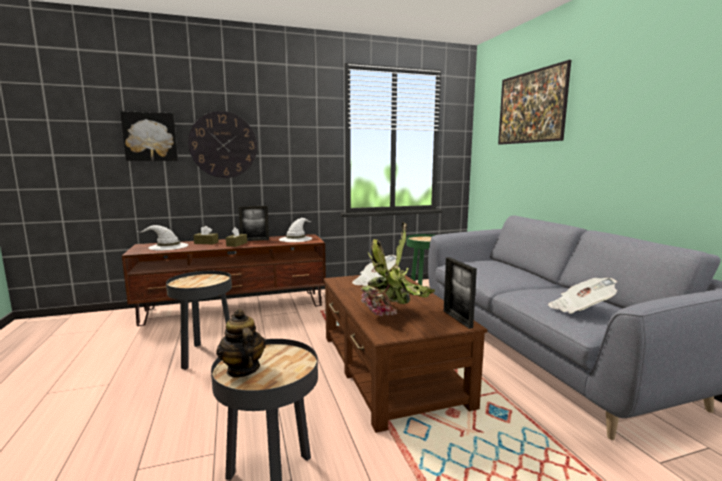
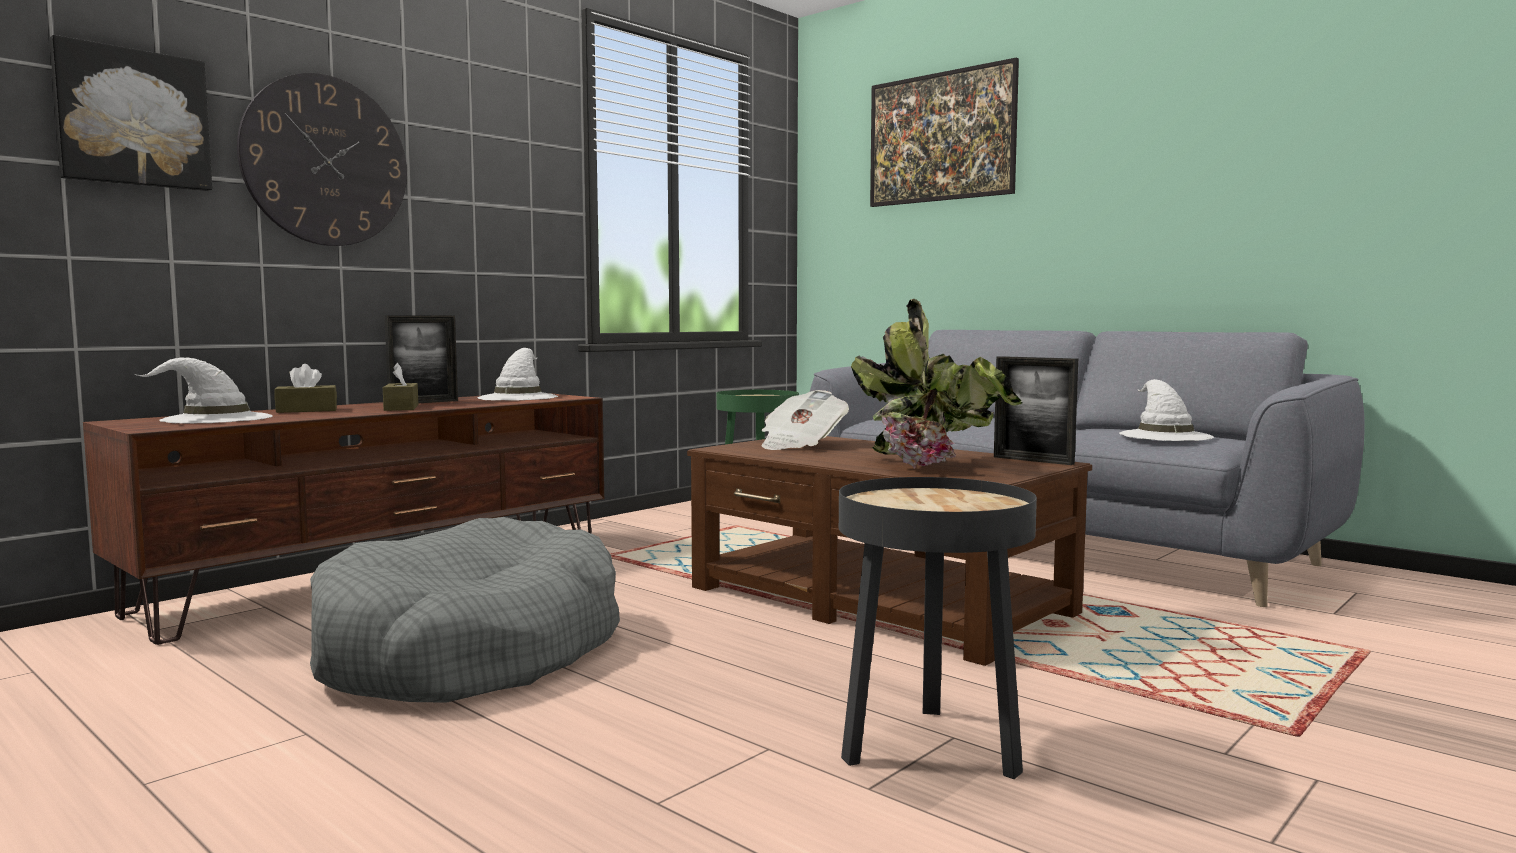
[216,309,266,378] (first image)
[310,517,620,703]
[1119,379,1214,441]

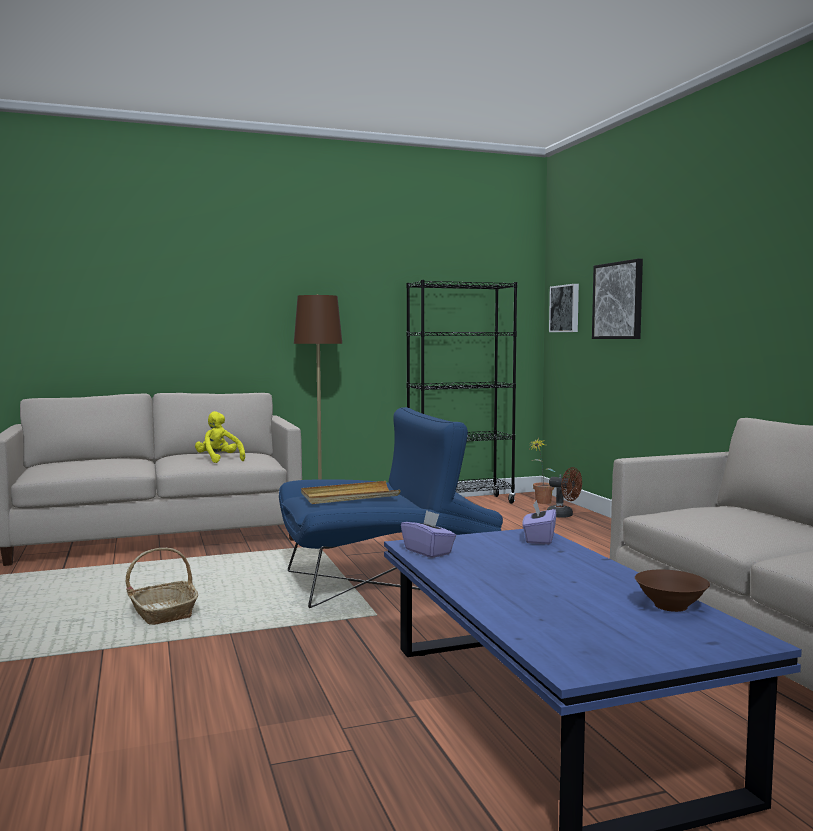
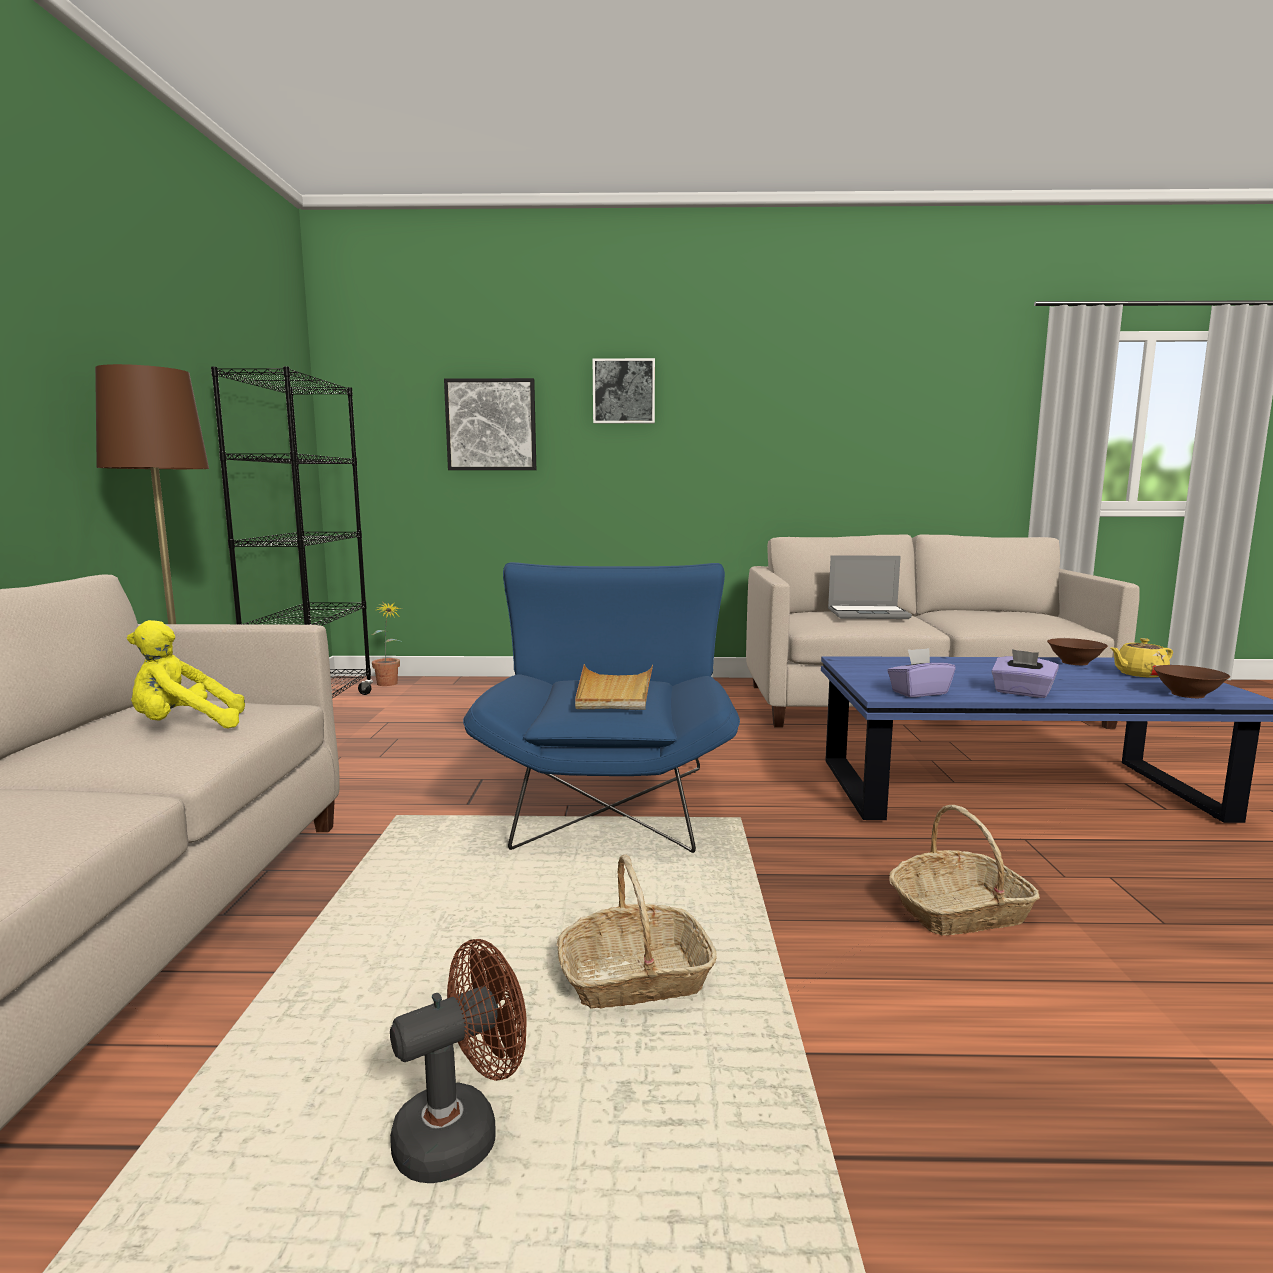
[828,555,912,619]
[889,805,1040,936]
[1111,638,1173,677]
[1154,665,1230,698]
[991,649,1059,698]
[390,939,527,1183]
[593,358,655,424]

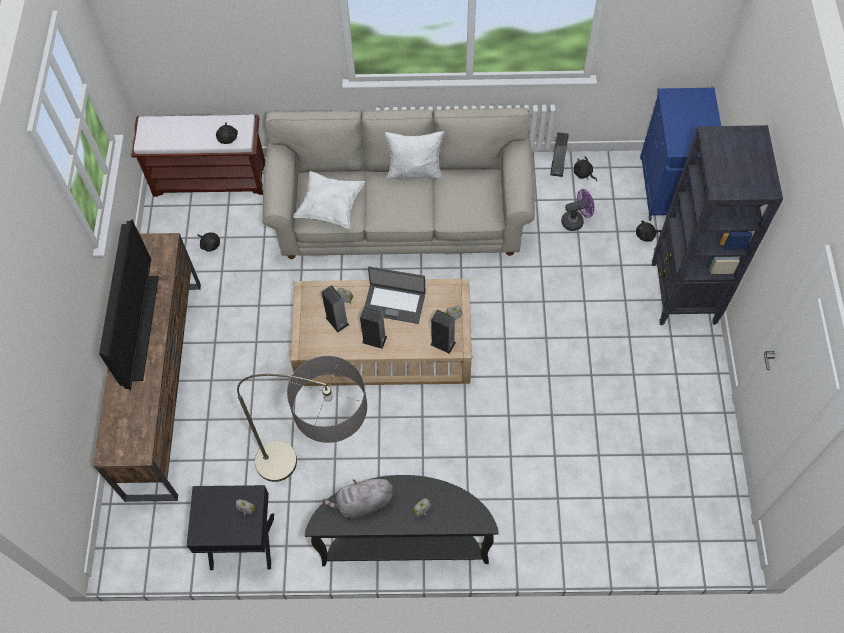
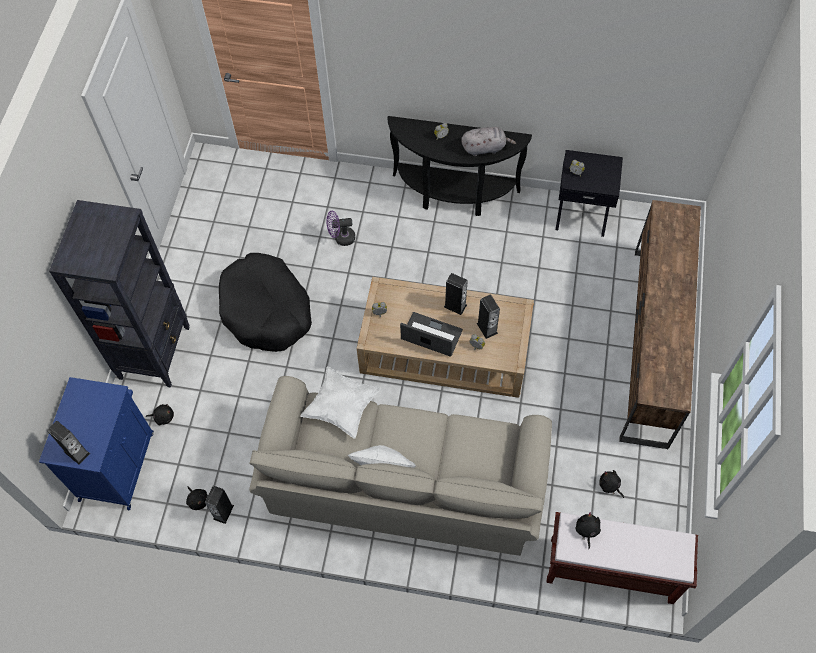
[99,219,159,391] (first image)
[237,356,367,482] (first image)
[219,253,312,352]
[300,366,381,439]
[47,421,90,465]
[326,211,355,246]

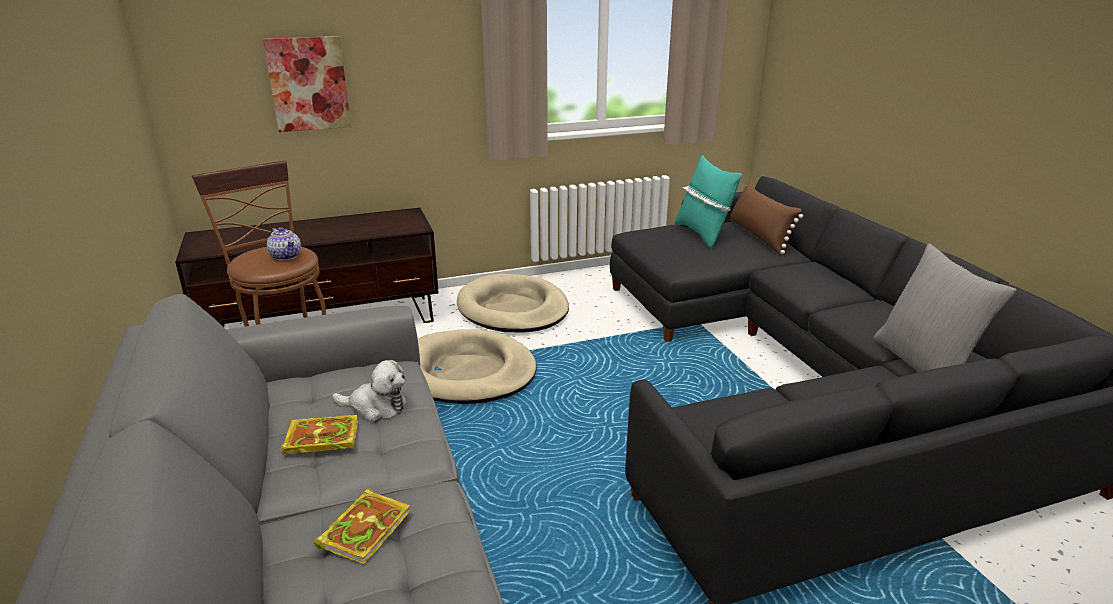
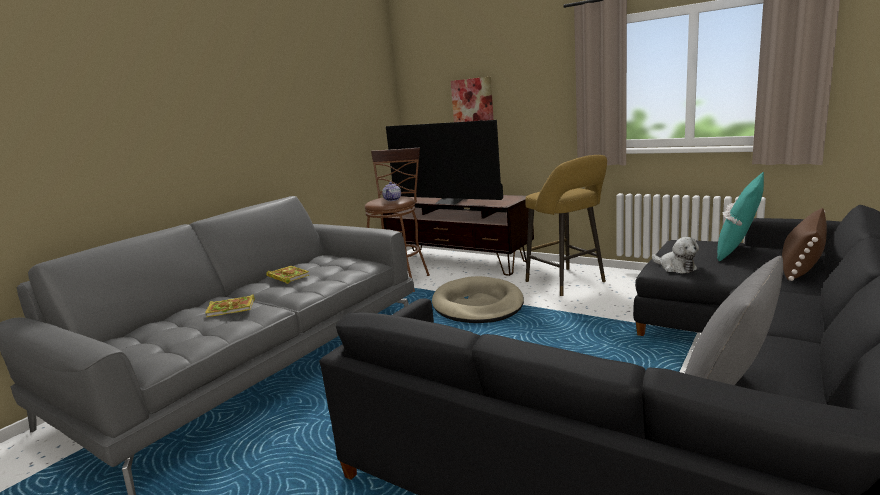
[386,120,503,205]
[652,237,699,273]
[525,155,607,296]

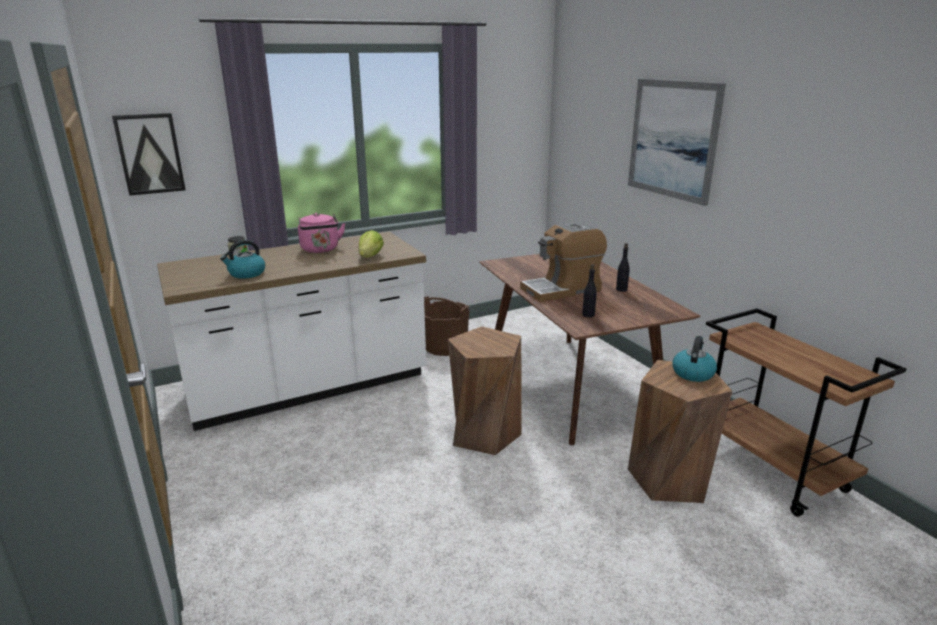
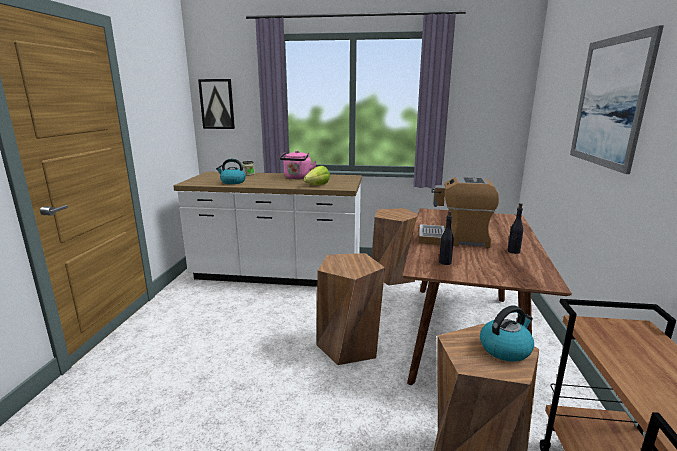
[372,208,418,285]

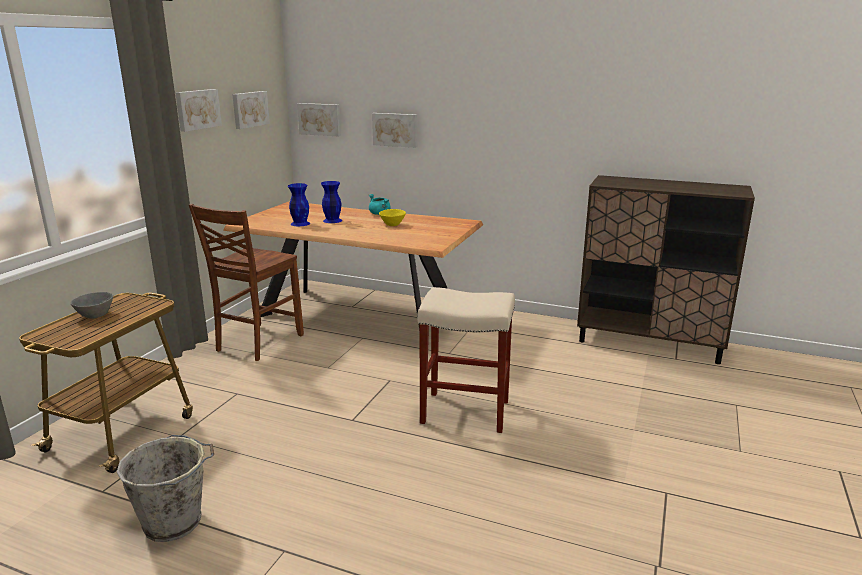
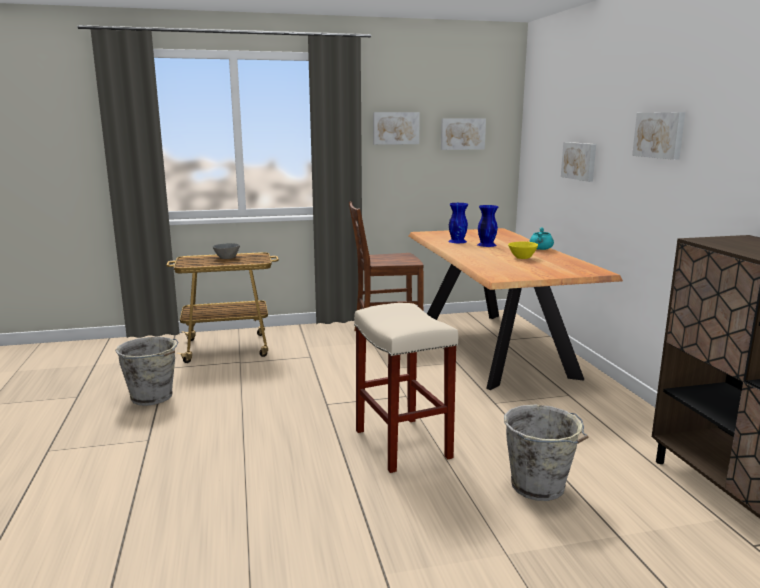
[504,405,589,501]
[632,112,685,160]

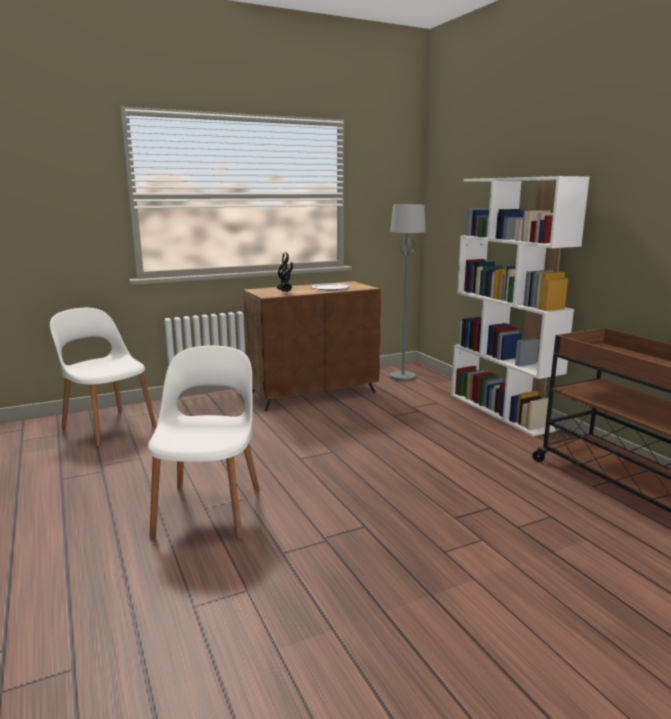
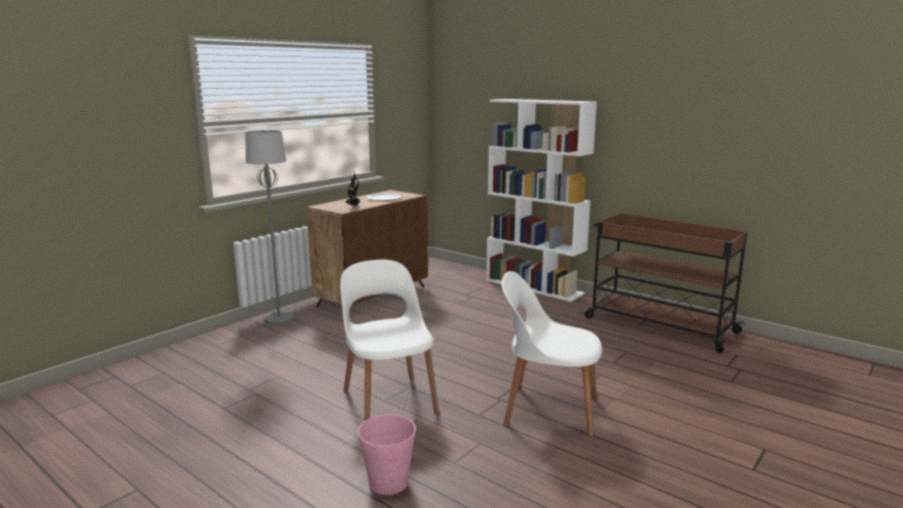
[358,415,416,495]
[501,271,602,437]
[246,130,294,325]

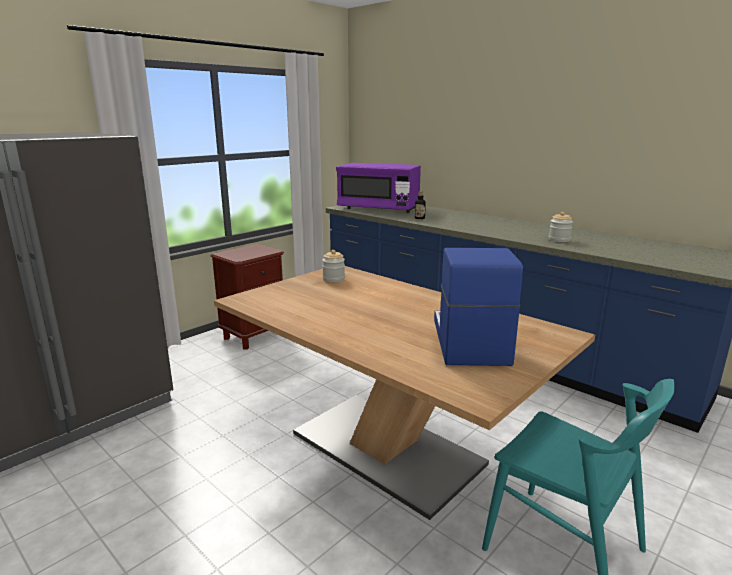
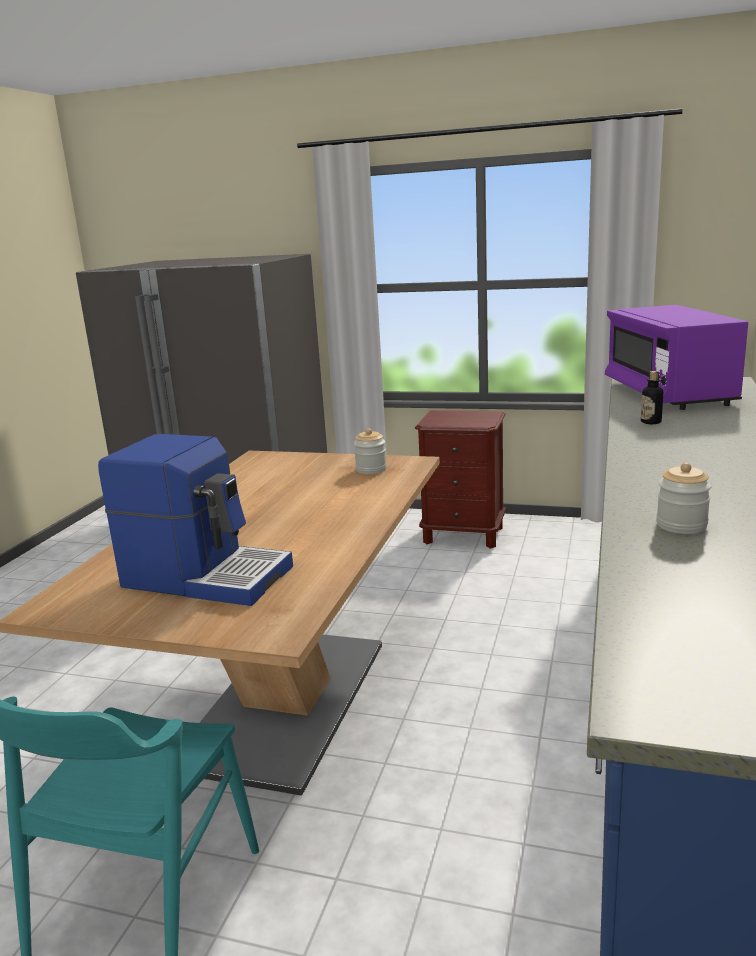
[98,434,293,606]

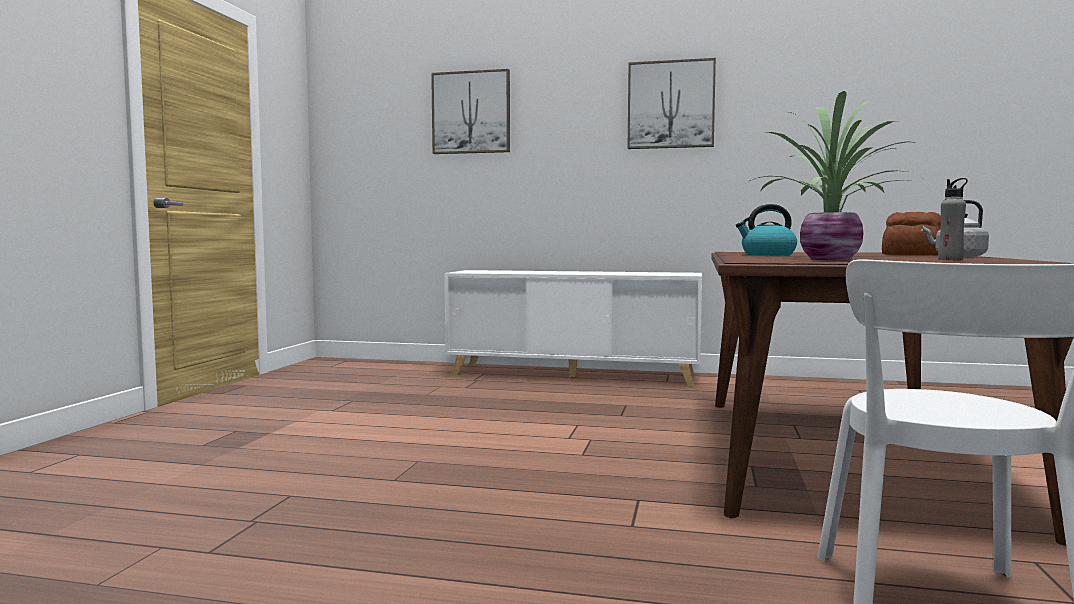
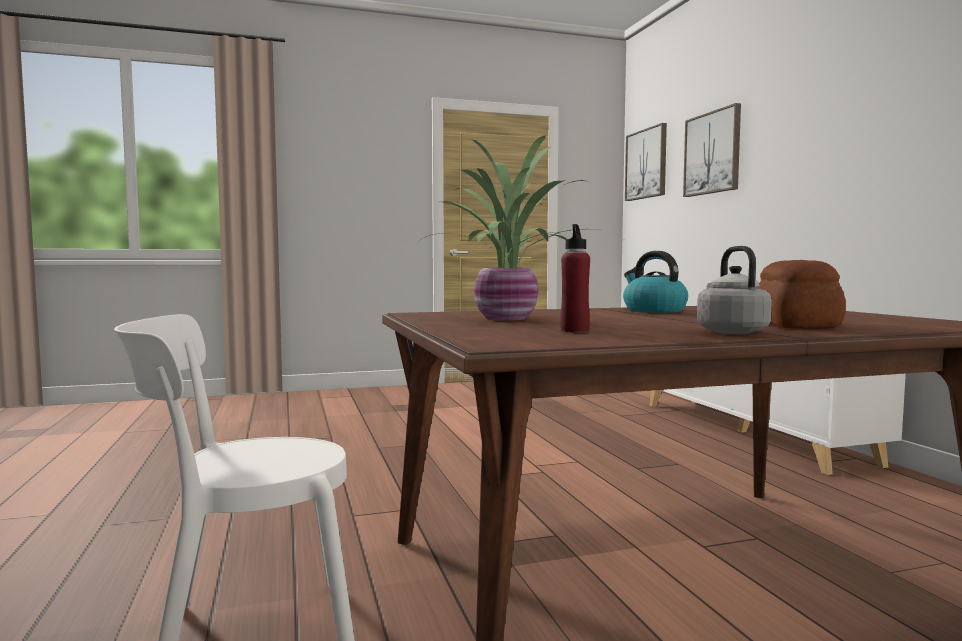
[625,123,667,201]
[560,224,590,332]

